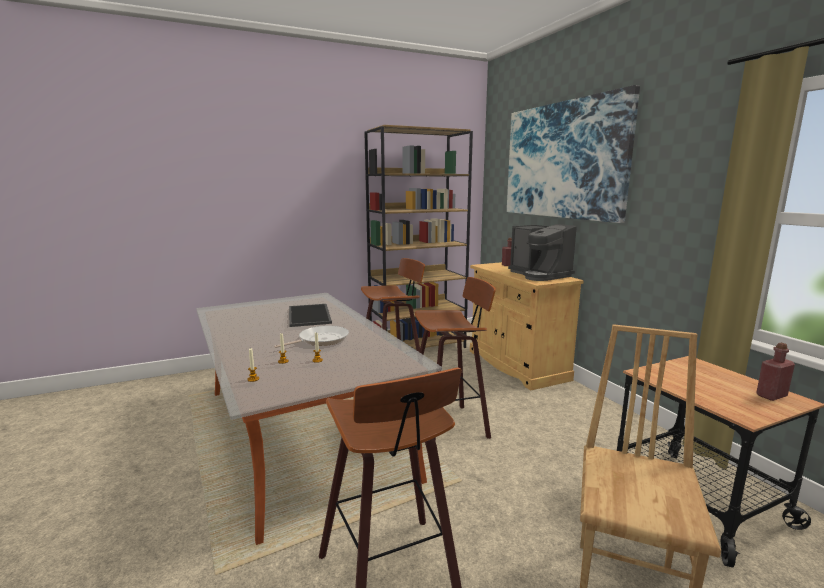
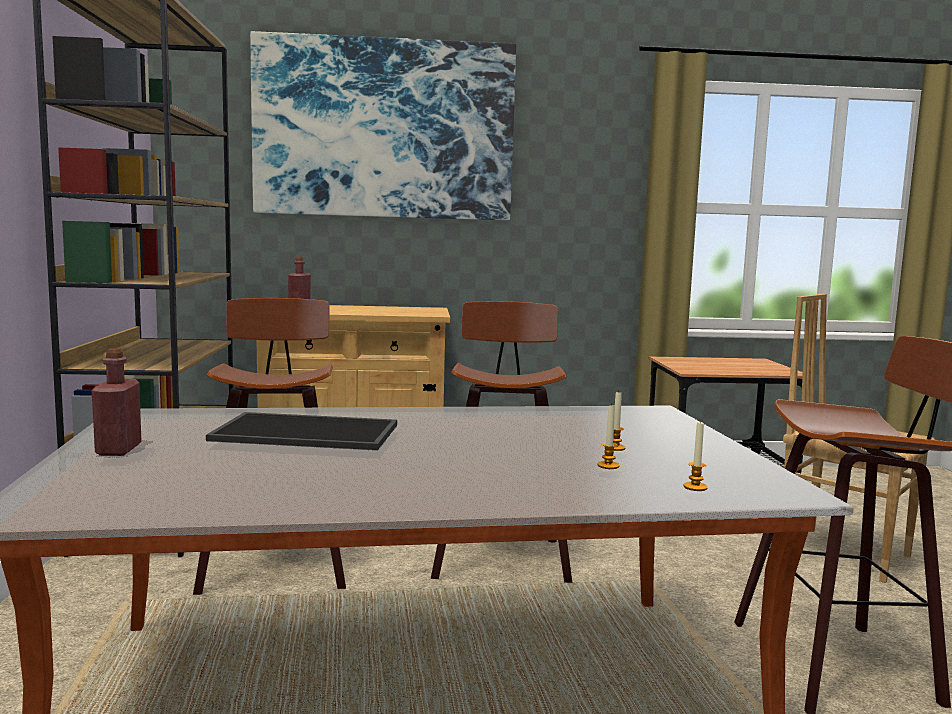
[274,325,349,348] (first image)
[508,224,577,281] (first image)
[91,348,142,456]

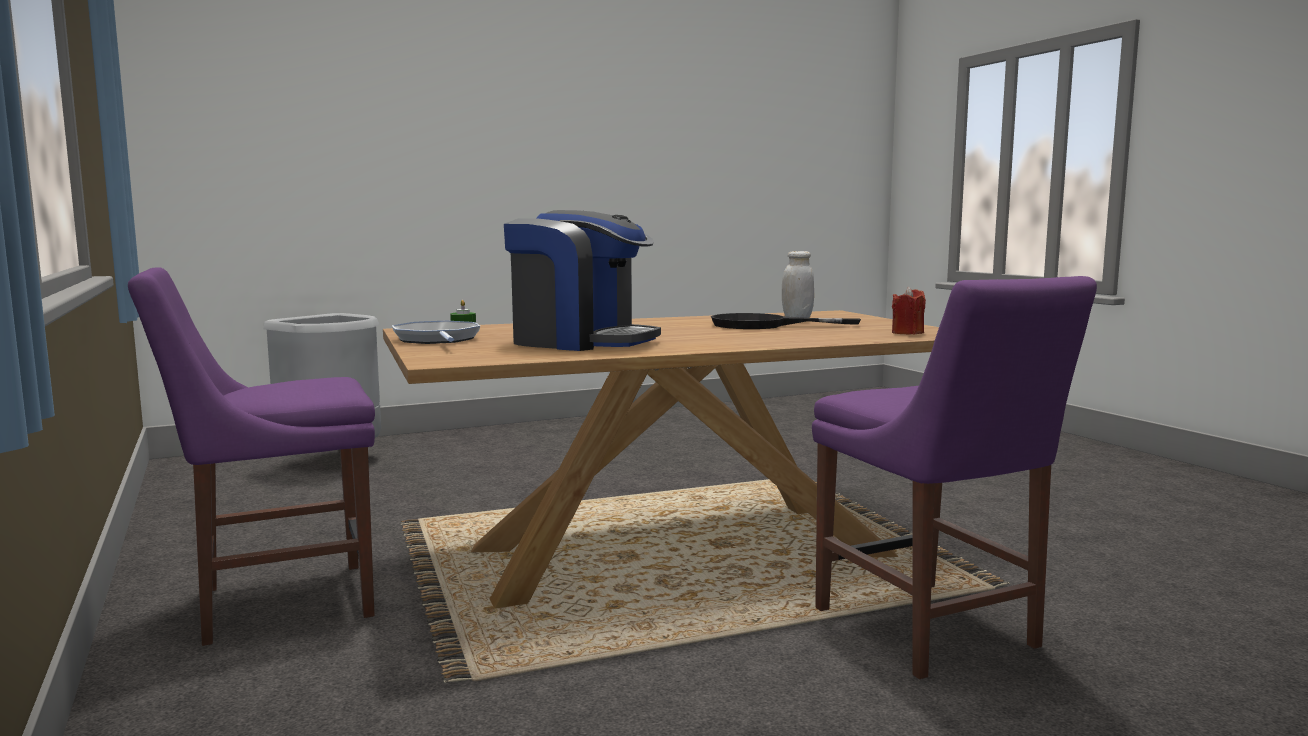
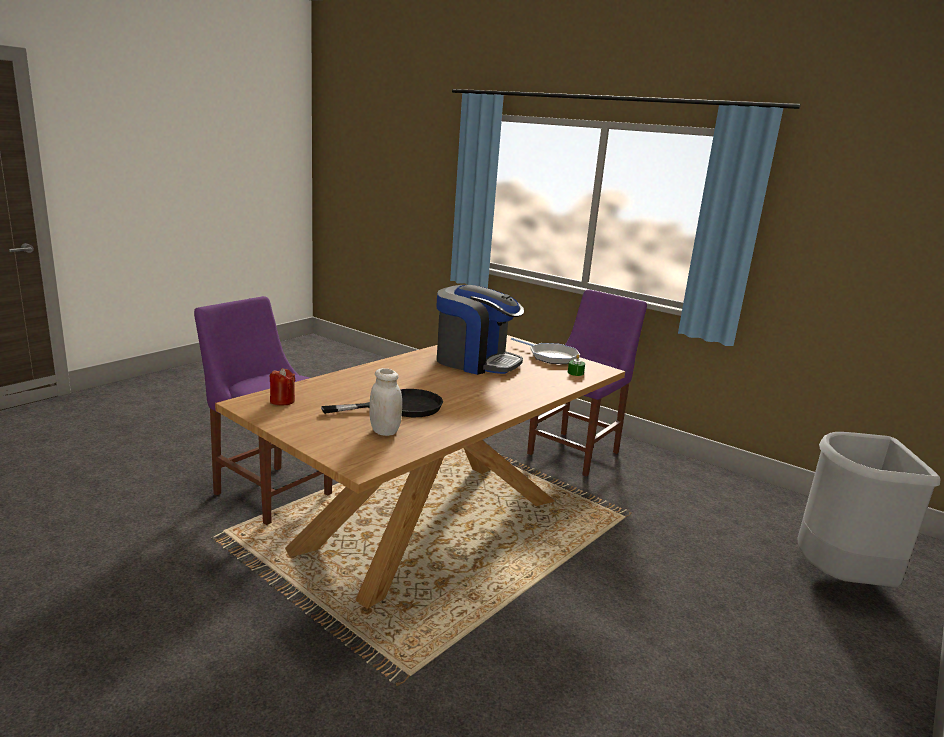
[437,285,524,375]

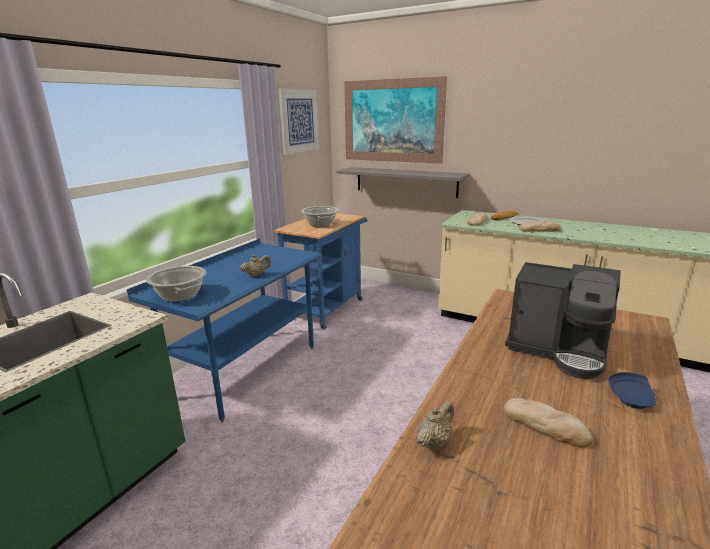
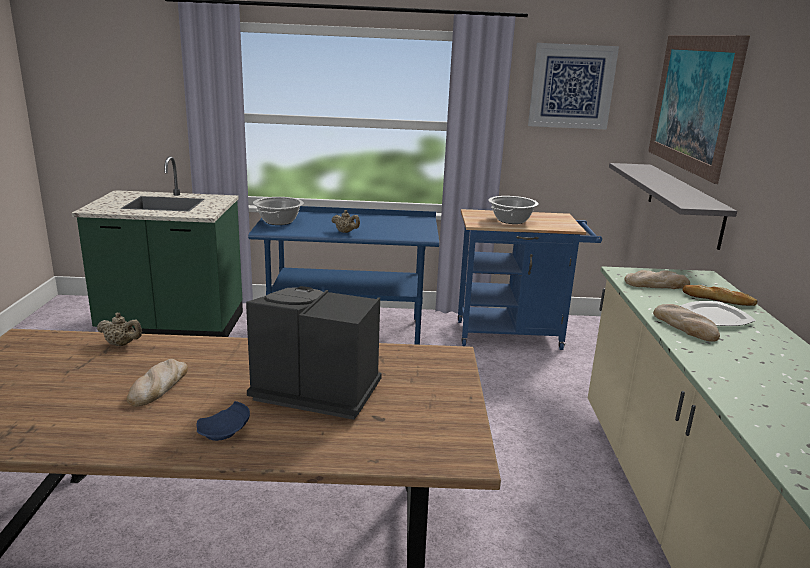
[246,286,382,420]

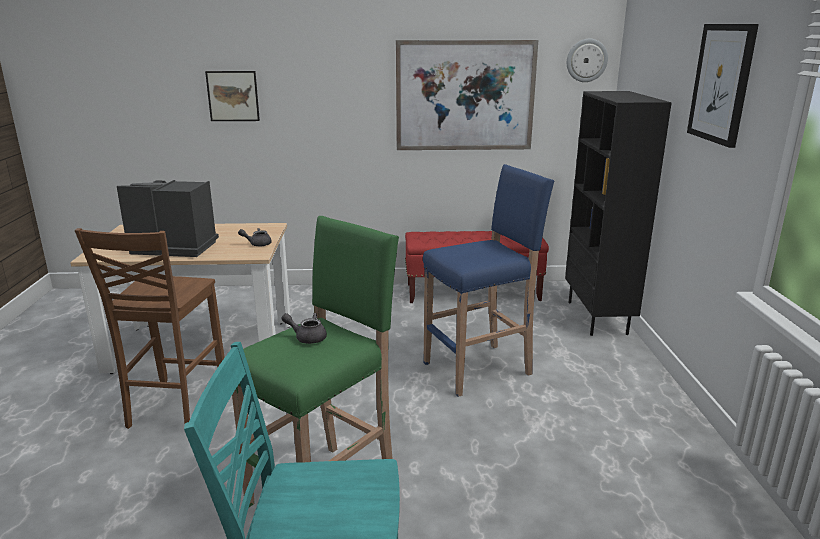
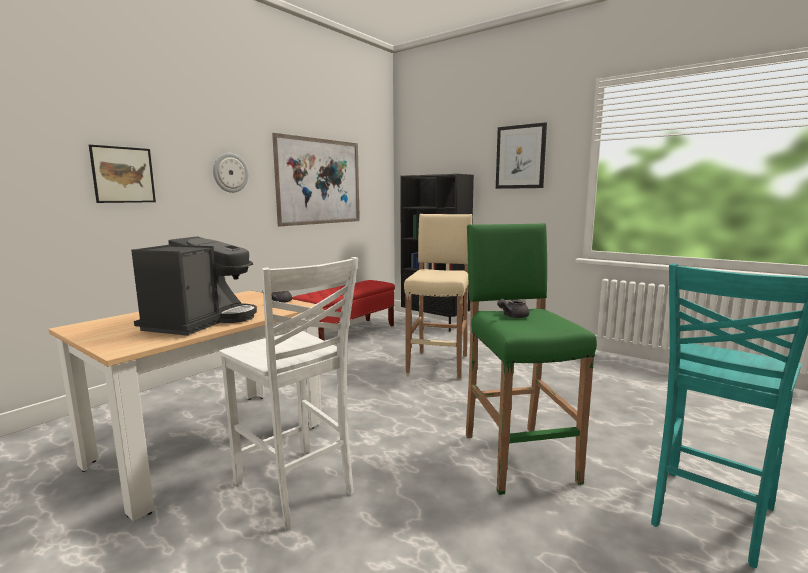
[213,153,248,193]
[219,257,358,531]
[404,214,472,380]
[131,236,257,336]

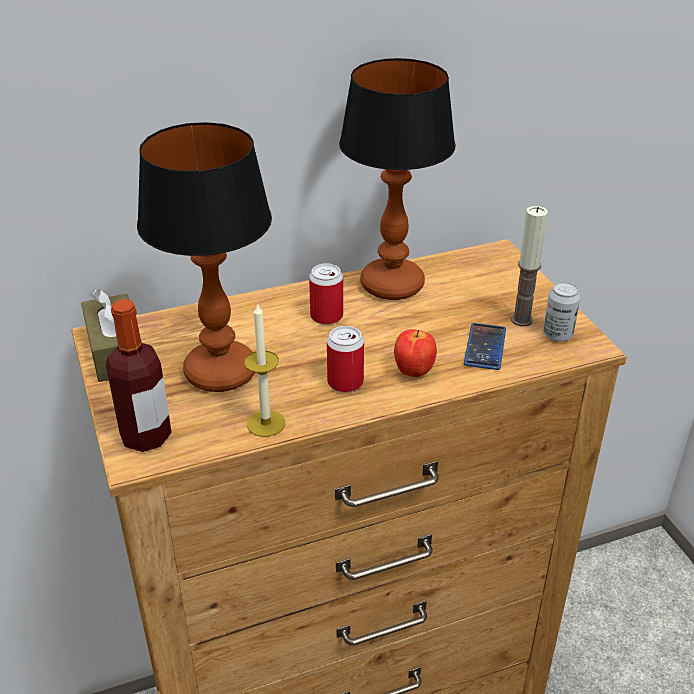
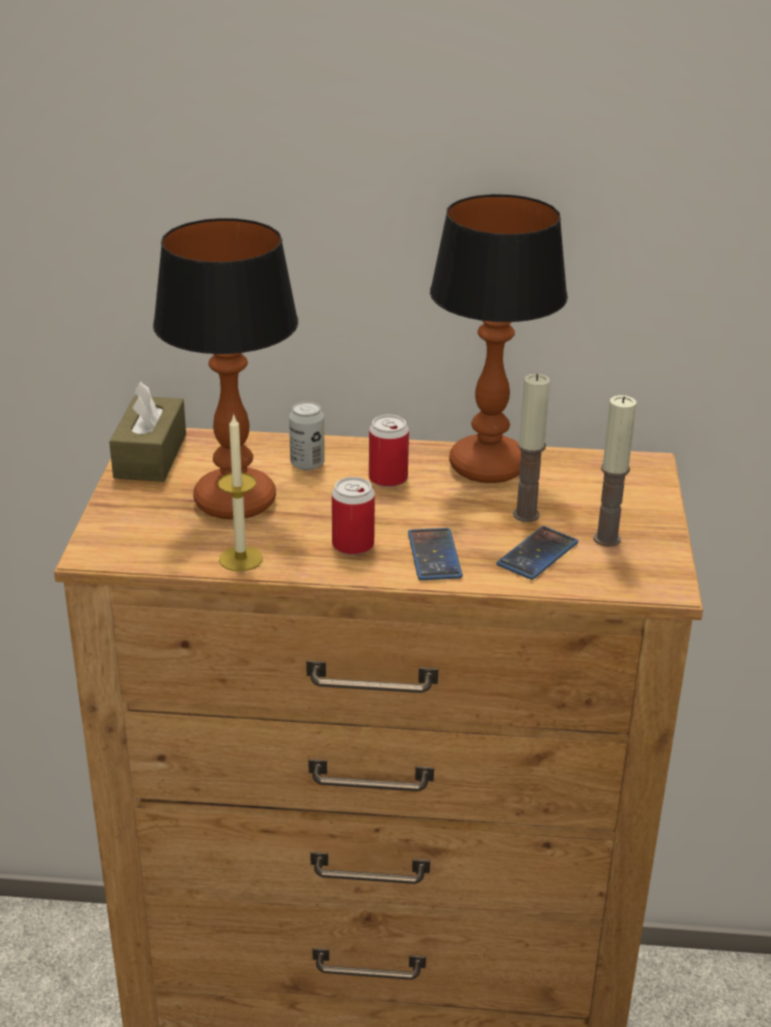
[106,299,172,452] (first image)
[513,374,550,522]
[289,401,325,470]
[408,528,463,580]

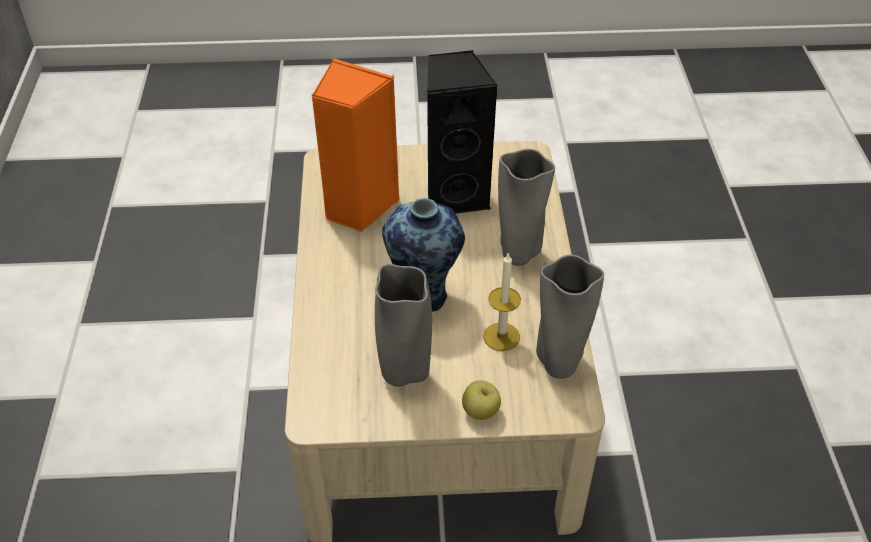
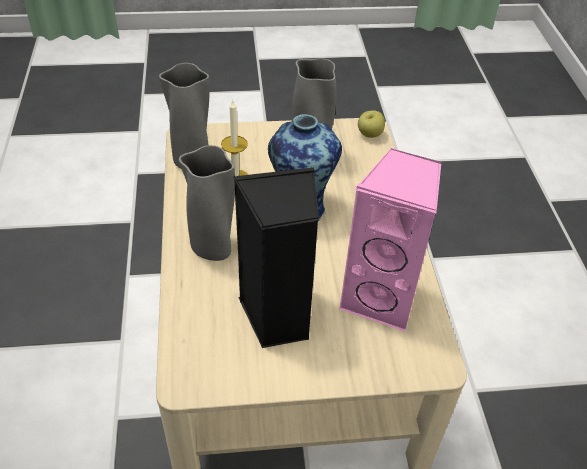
[358,111,385,138]
[339,147,441,332]

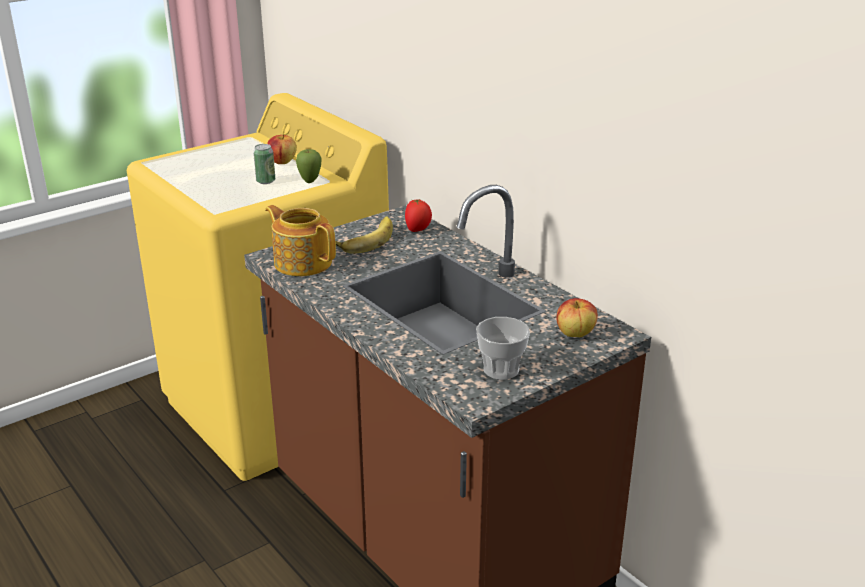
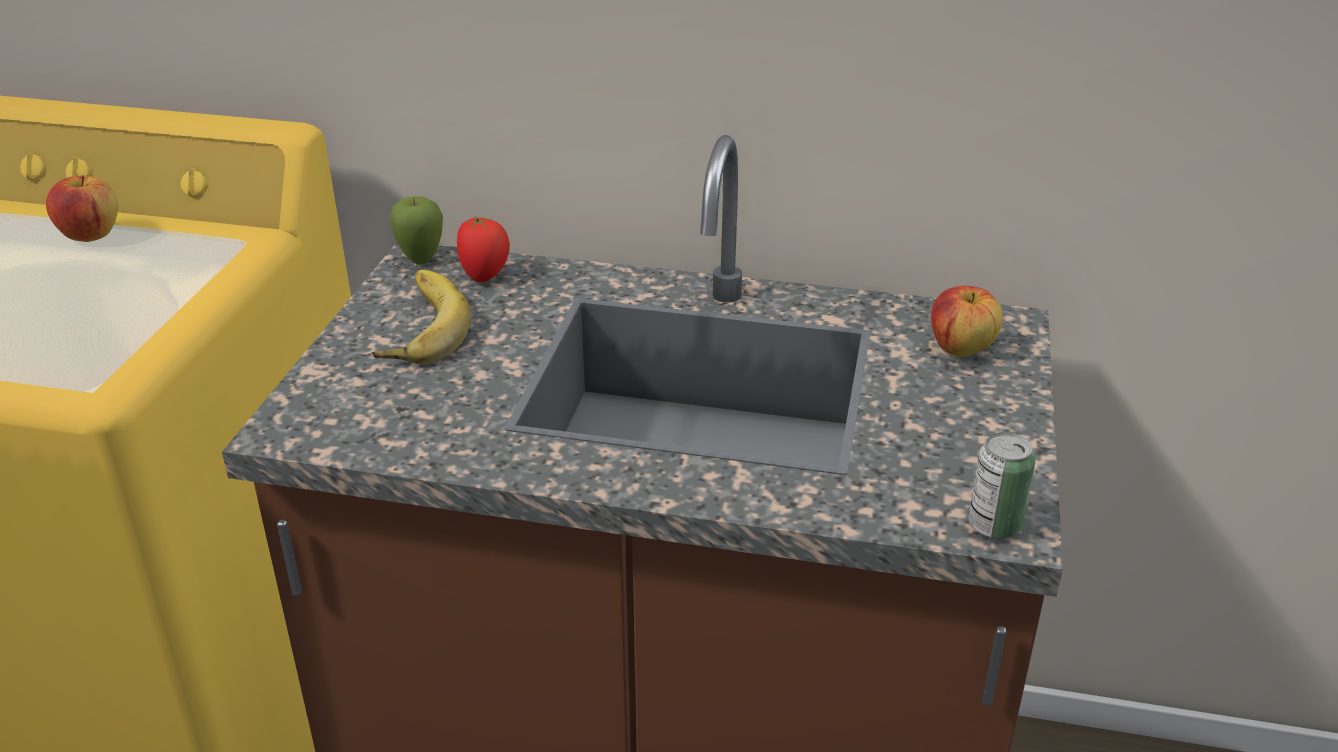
[265,205,336,276] (first image)
[476,317,530,380] (first image)
[968,432,1035,539]
[390,196,443,265]

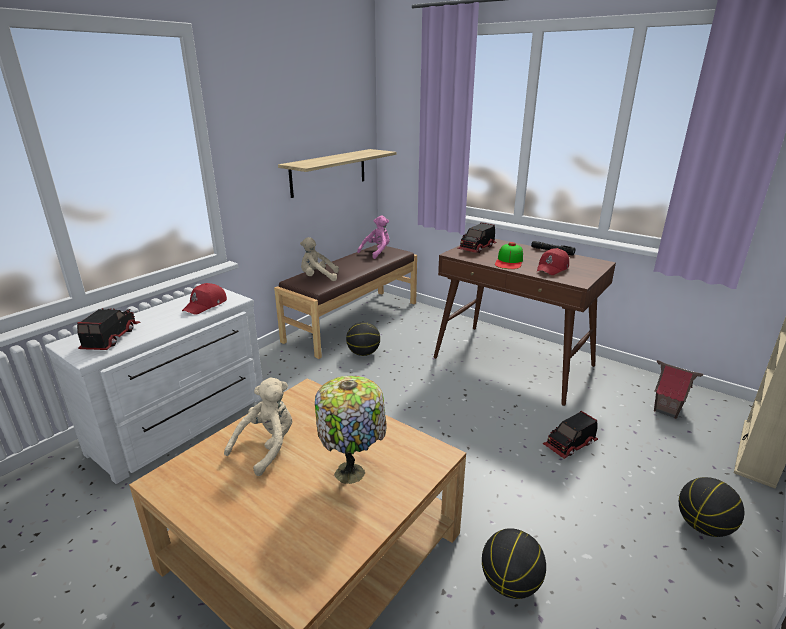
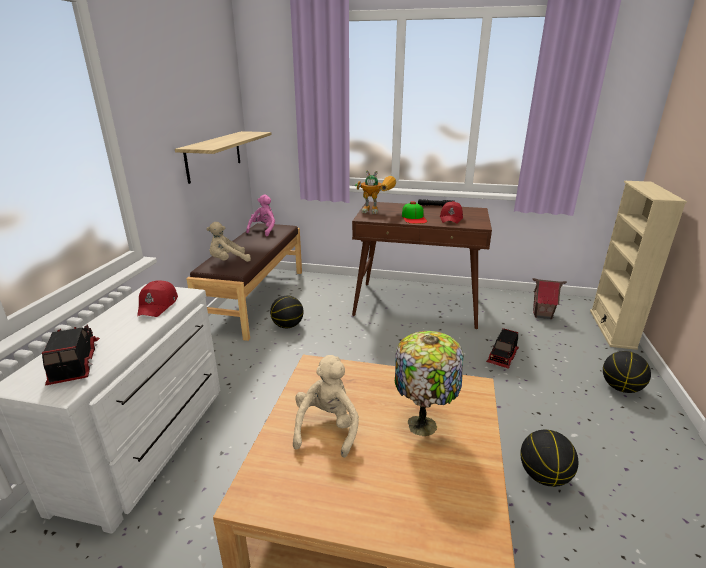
[355,170,396,214]

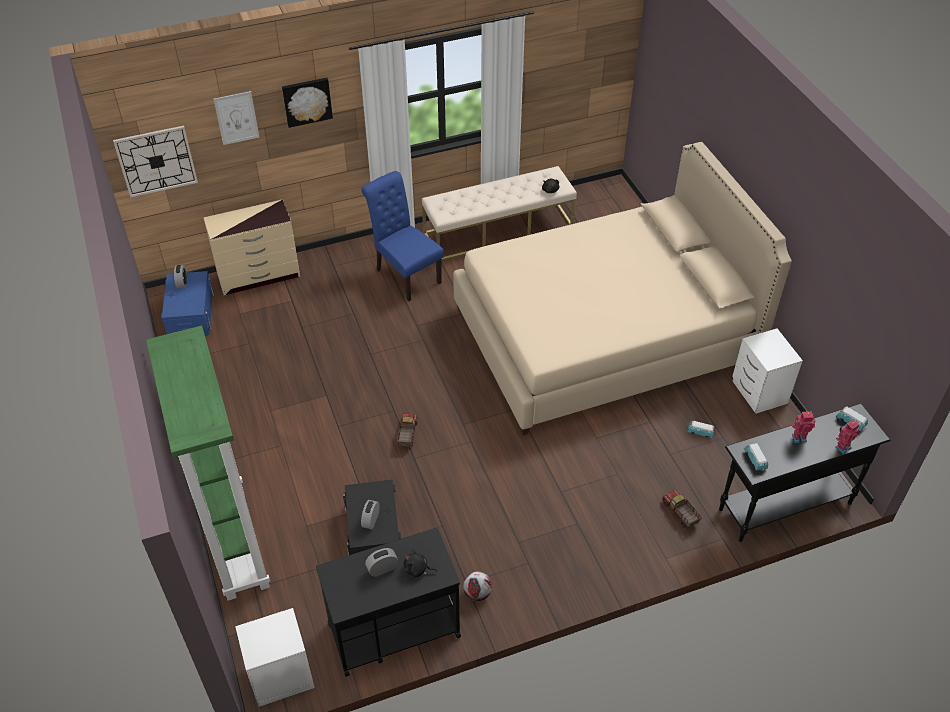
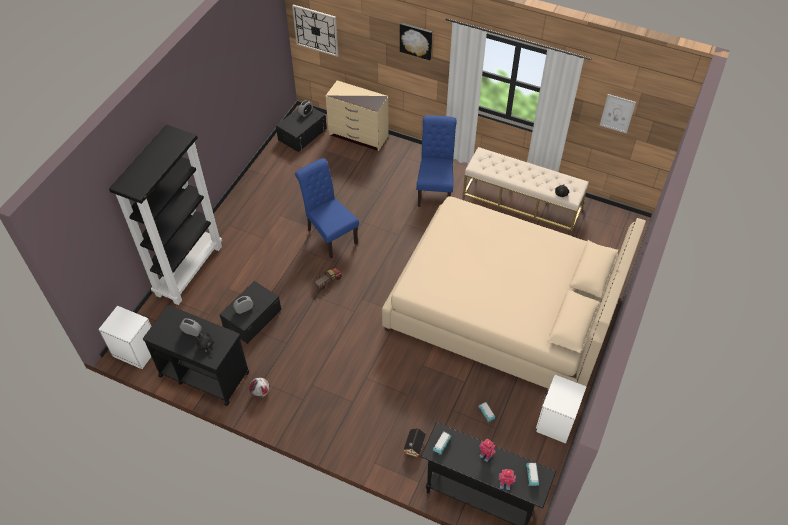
[295,158,359,258]
[600,94,636,134]
[403,428,426,458]
[109,124,222,305]
[276,108,327,152]

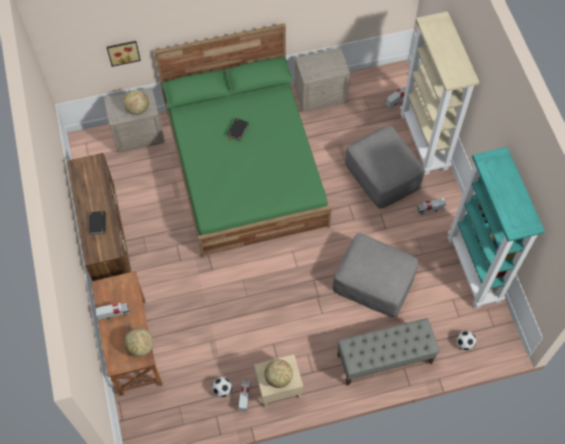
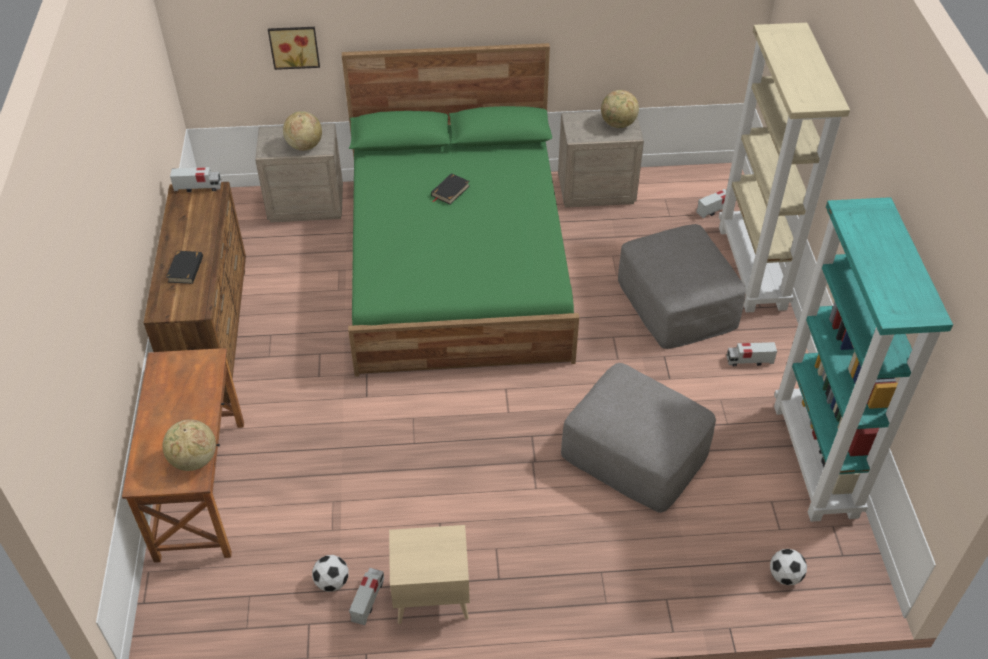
[338,318,440,386] (first image)
[170,167,222,192]
[601,90,639,128]

